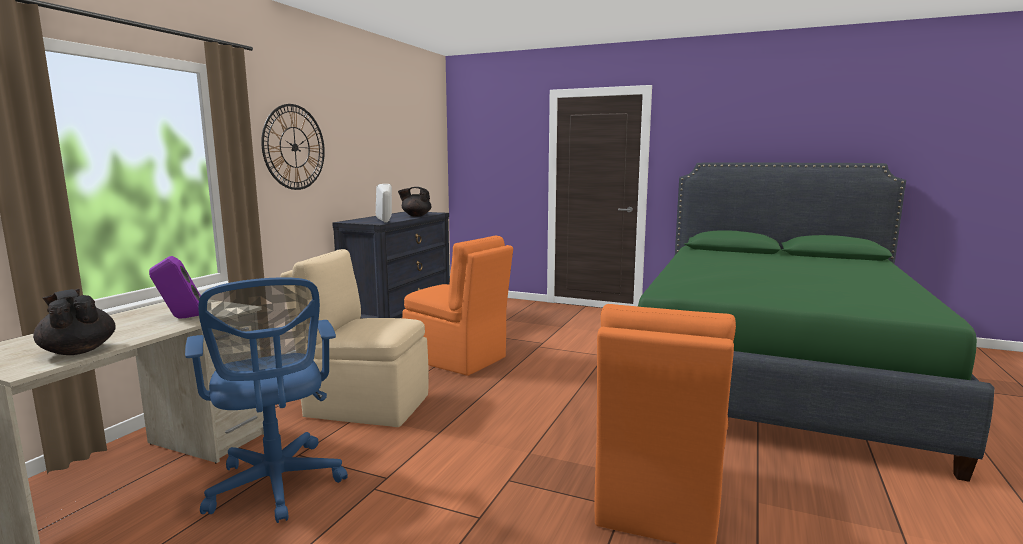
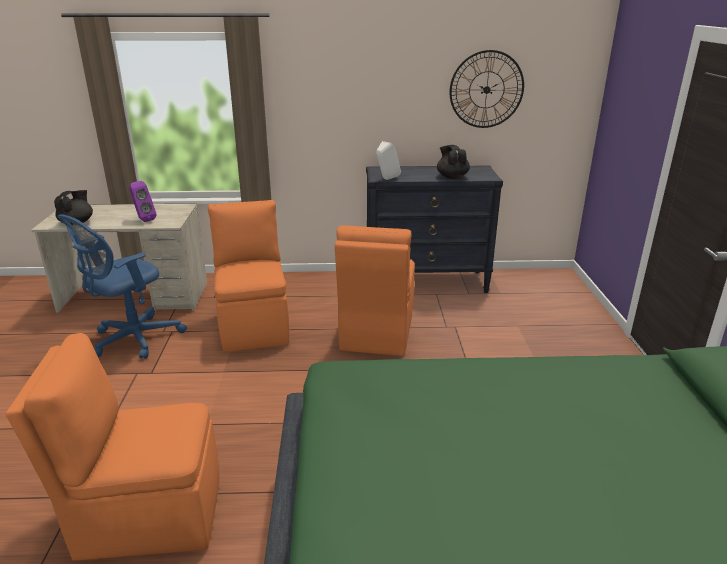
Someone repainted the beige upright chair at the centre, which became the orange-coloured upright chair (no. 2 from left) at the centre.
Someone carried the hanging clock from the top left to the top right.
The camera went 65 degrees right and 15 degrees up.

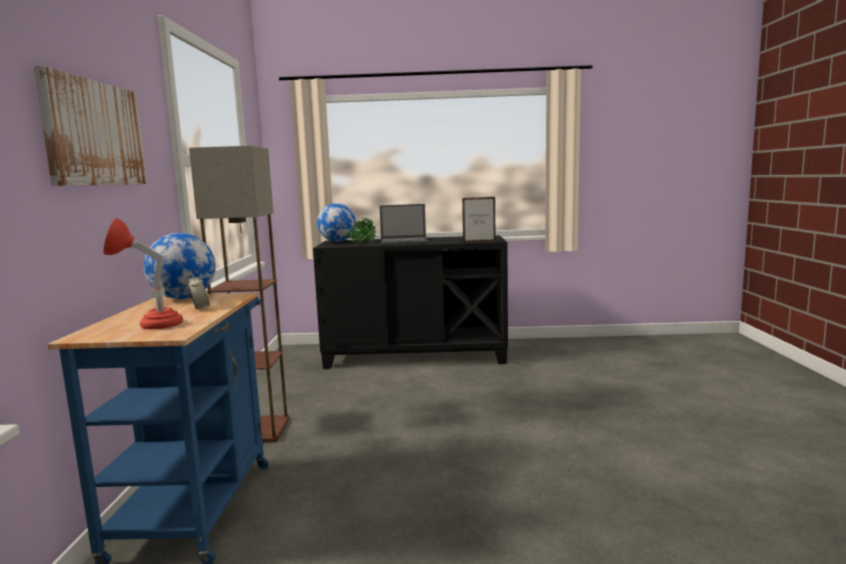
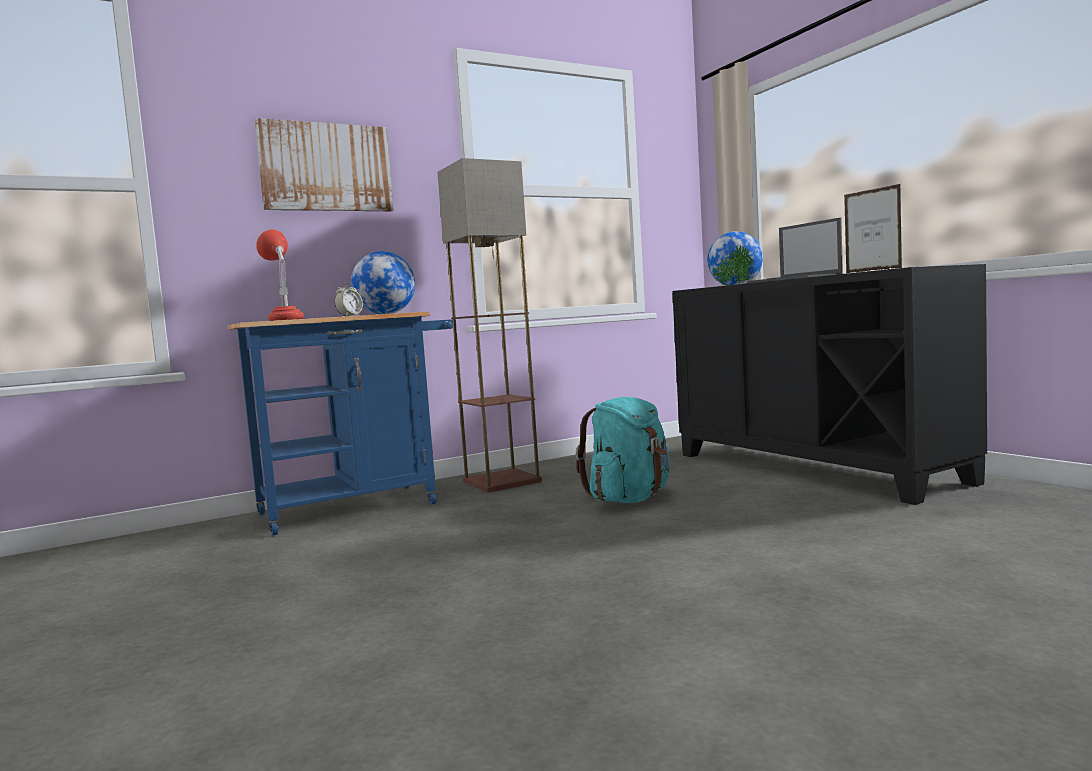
Someone put down the turquoise knapsack at the centre.
The camera went 60 degrees right and 5 degrees down.

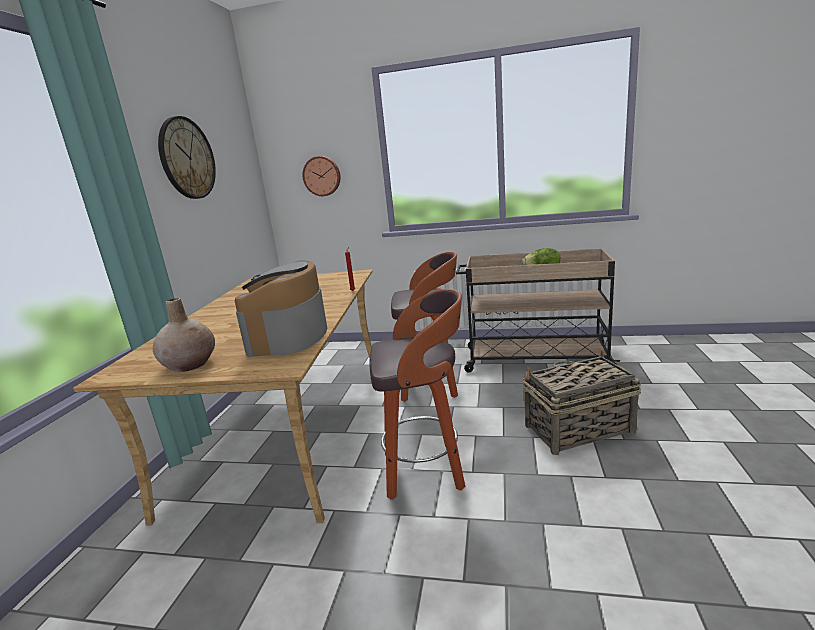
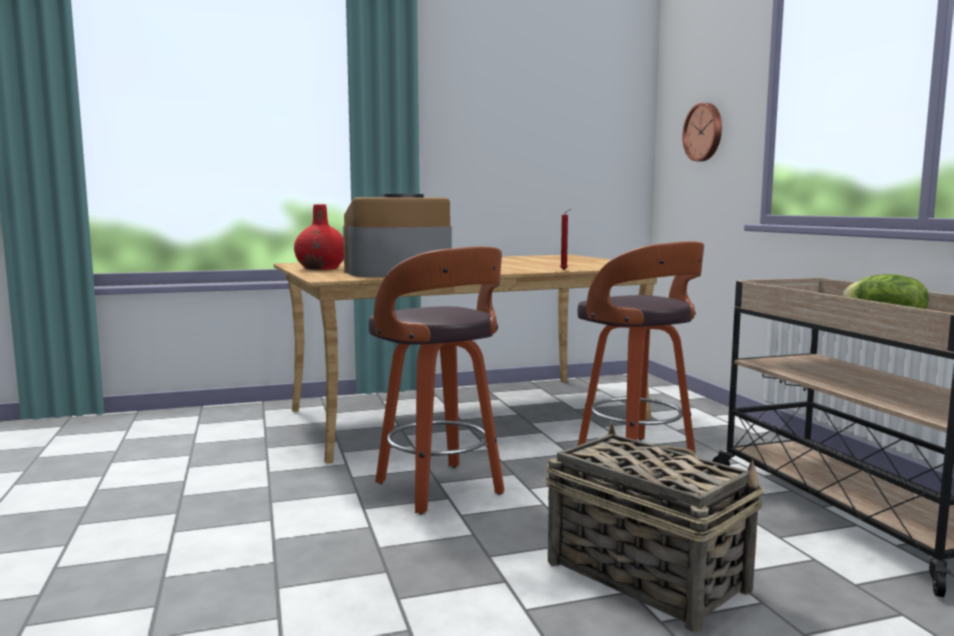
Someone repainted the beige flower vase at the middle left, which became the red flower vase at the centre.
Someone took away the hanging clock (no. 1 from left) at the top left.
The camera went 60 degrees right and 10 degrees down.

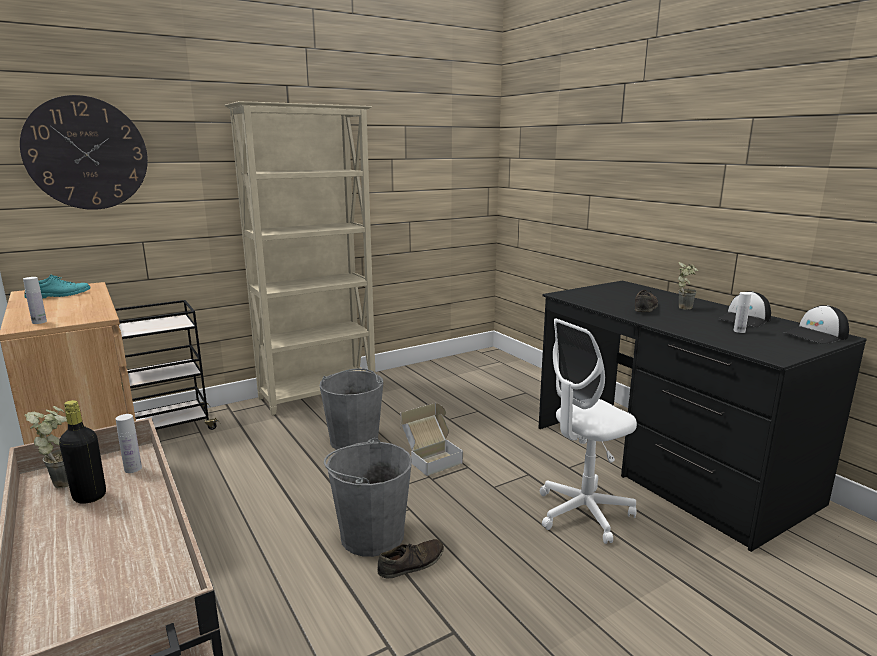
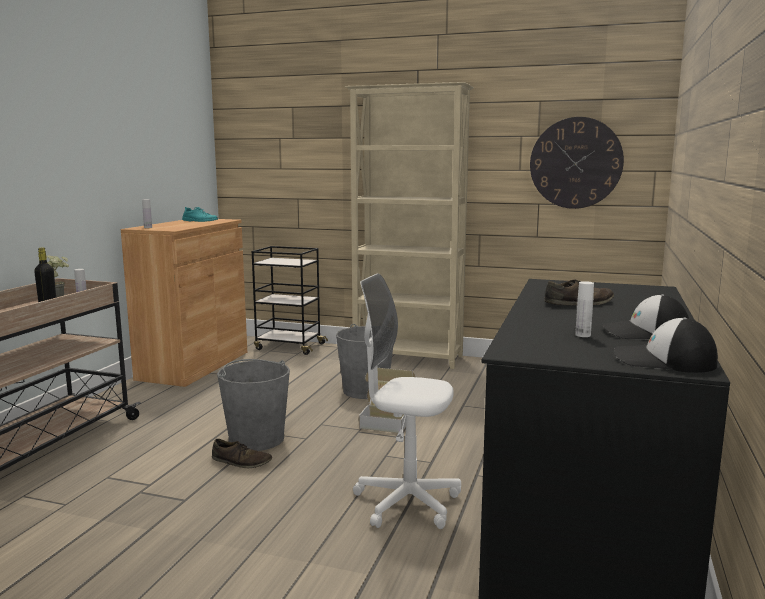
Someone carried the hanging clock from the top left to the top right.
Someone took away the plant in a pot (no. 2 from left) at the middle right.
The camera went 50 degrees right and 5 degrees down.

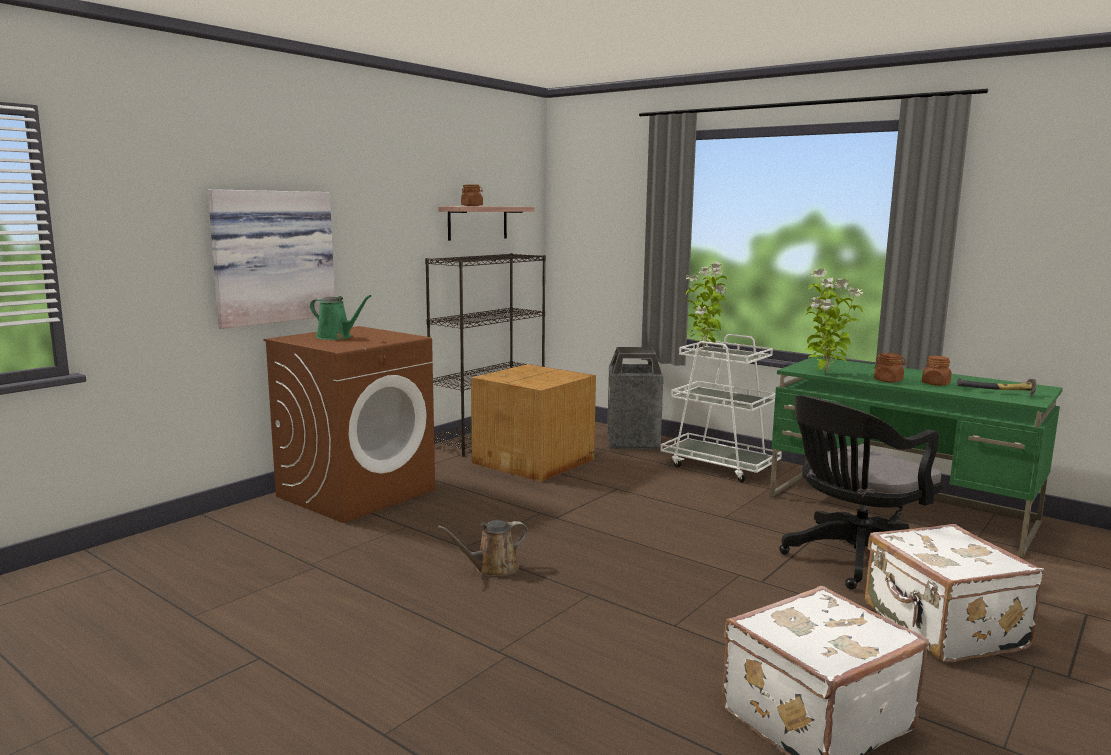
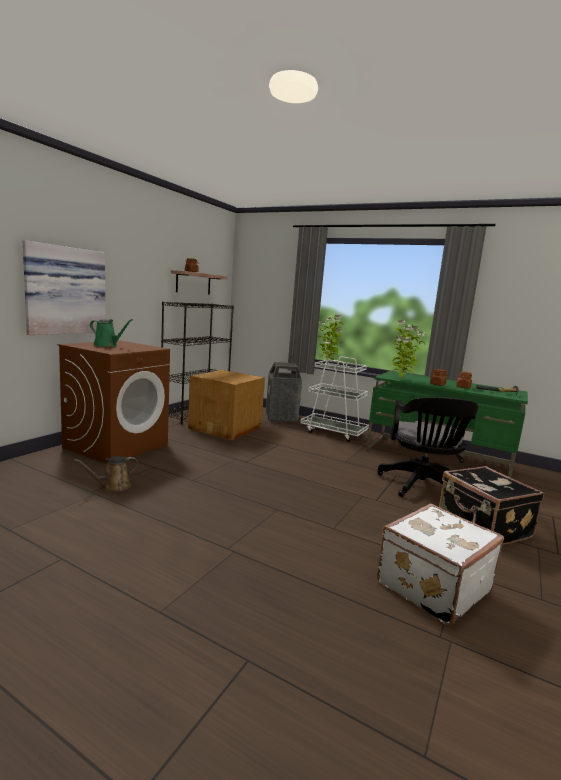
Someone carried the brownish sprinkling can from the bottom centre to the middle left.
Someone rotated the black-coloured computer chair at the middle right by 45 degrees counterclockwise.
Someone repainted the whitish piece of luggage (no. 2 from left) at the bottom right, which became the black-coloured piece of luggage at the middle right.
The camera went 10 degrees left and 0 degrees up.

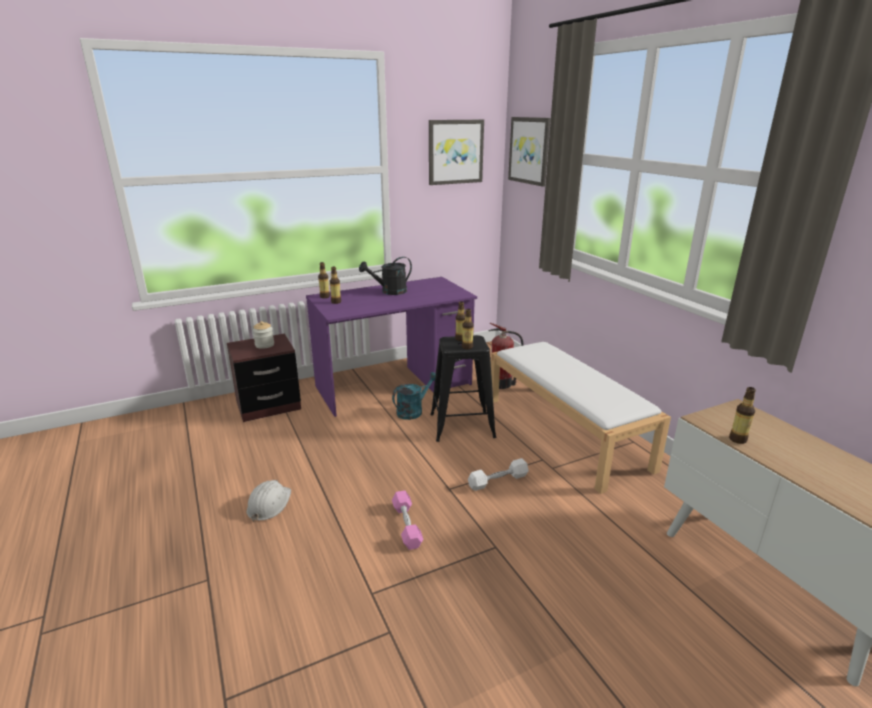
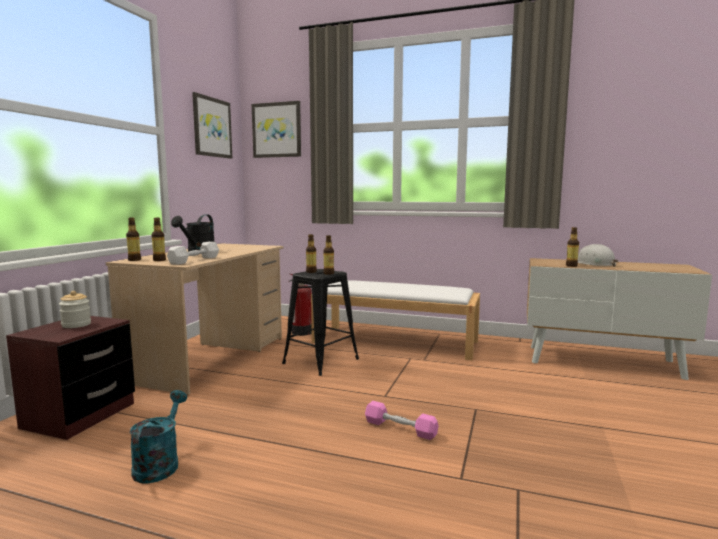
Someone repainted the purple-coloured desk table at the centre, which became the beige desk table at the middle left.
Someone carried the turquoise sprinkling can from the centre to the bottom left.
Someone carried the whitish hand weight from the bottom centre to the middle left.
Someone carried the whitish hard hat from the bottom left to the middle right.
The camera went 45 degrees left and 15 degrees down.

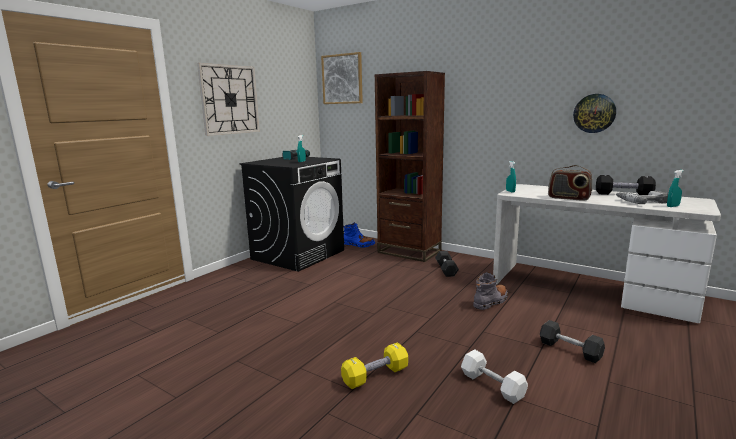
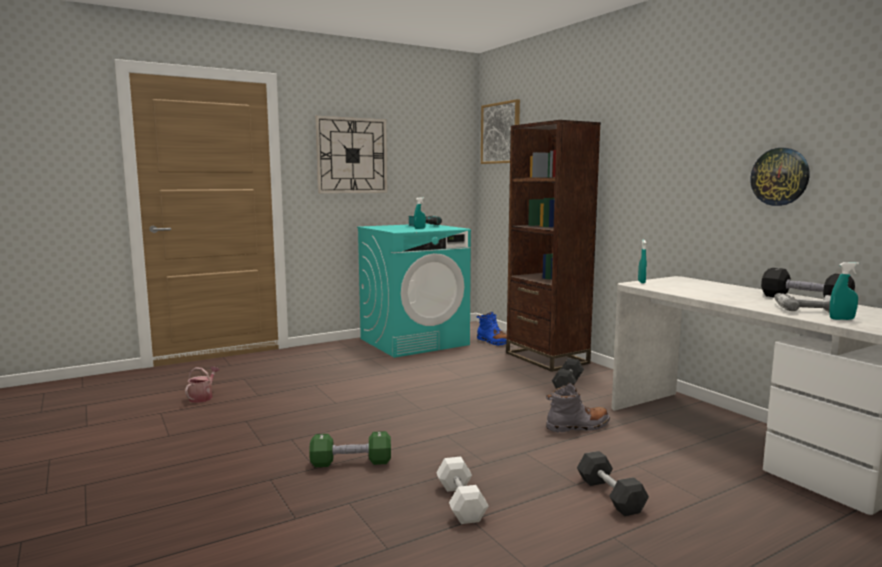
Someone put down the sprinkling can at the bottom left.
Someone repainted the yellow hand weight at the bottom centre, which became the green hand weight at the bottom centre.
Someone repainted the black-coloured laundry machine at the centre, which became the turquoise laundry machine at the centre.
Someone took away the radio at the middle right.
The camera went 25 degrees right and 5 degrees down.

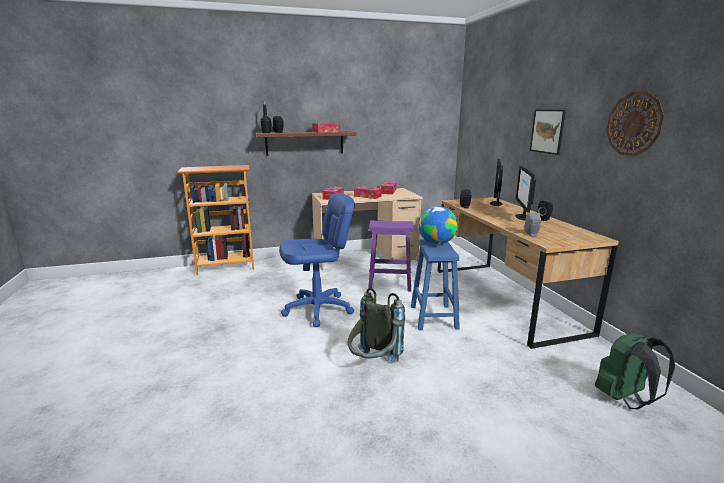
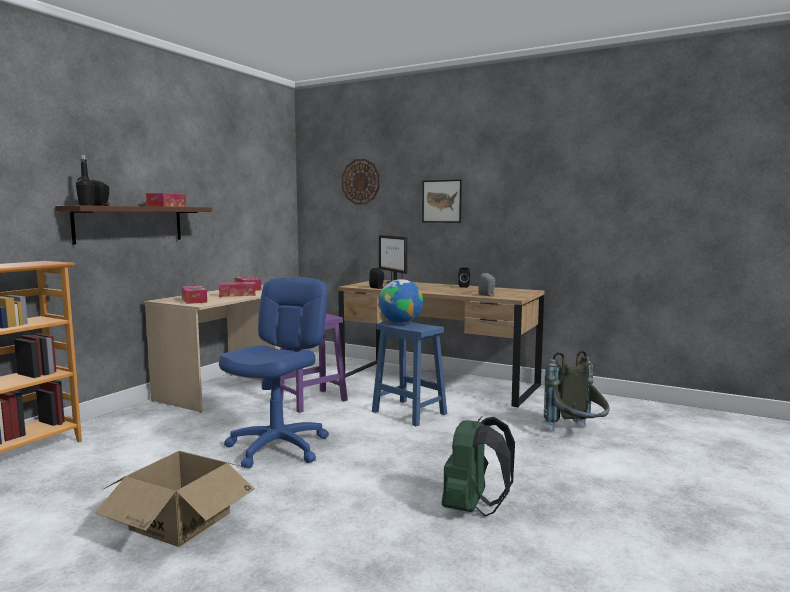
Someone put down the carton at the bottom left.
Someone carried the hanging clock from the top right to the top centre.
Someone carried the green knapsack from the bottom right to the bottom centre.
Someone carried the greyish knapsack from the bottom centre to the middle right.
Someone took away the computer display (no. 2 from left) at the middle right.
The camera went 45 degrees left and 10 degrees down.

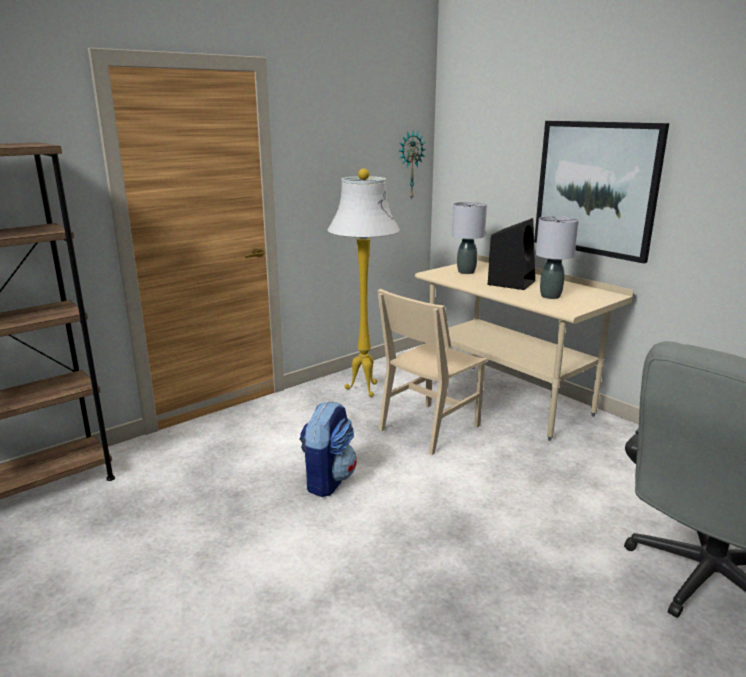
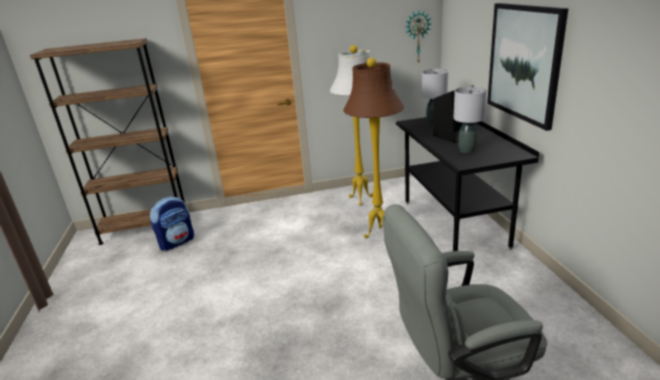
Someone carried the knapsack from the centre to the middle left.
Someone swapped the beige upright chair at the centre for the brownish floor lamp at the centre.
Someone repainted the beige desk table at the middle right, which became the black-coloured desk table at the middle right.
The camera went 30 degrees right and 5 degrees up.

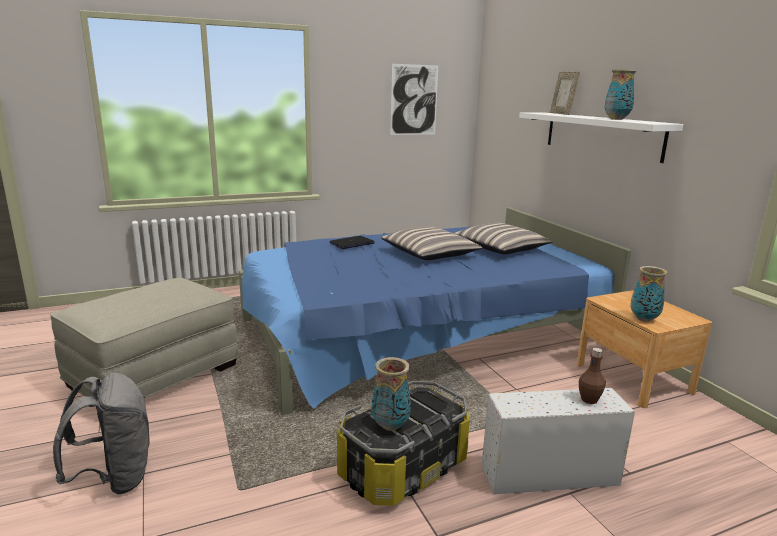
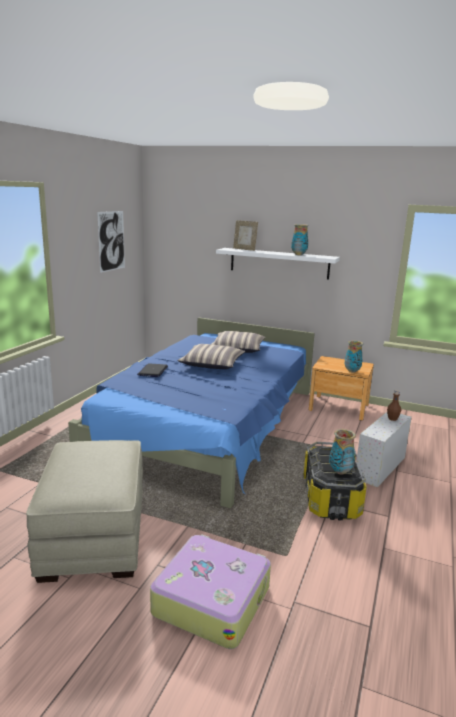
Someone swapped the greyish knapsack at the bottom left for the piece of luggage at the bottom centre.
The camera went 45 degrees left and 0 degrees up.

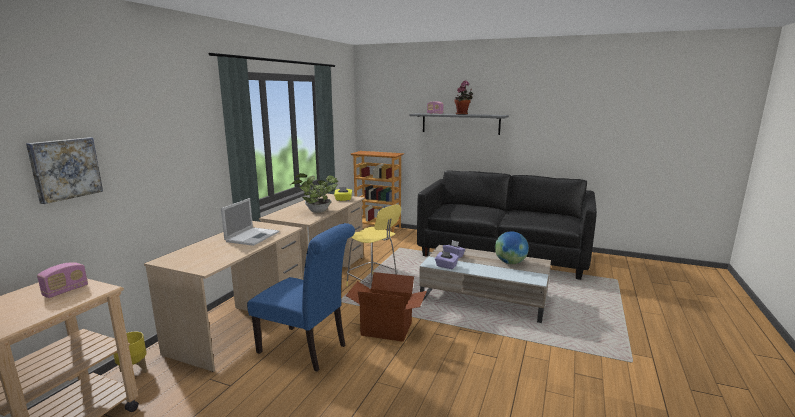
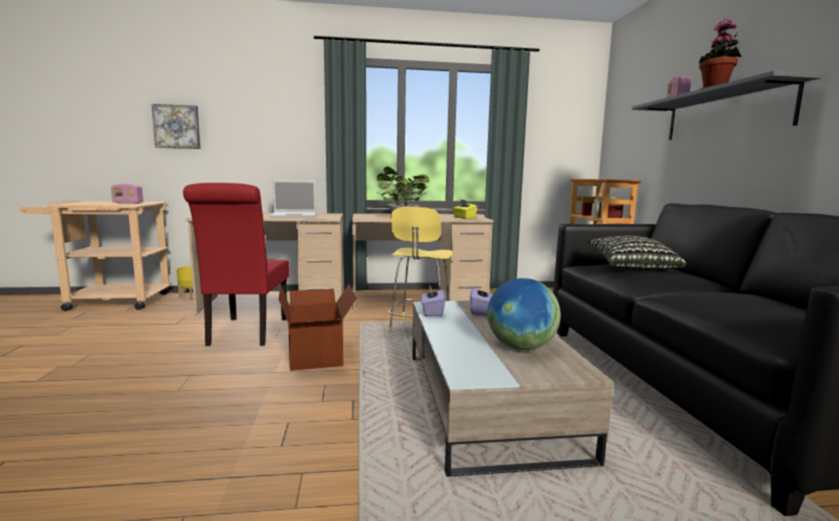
Someone repainted the blue-coloured upright chair at the bottom centre, which became the red upright chair at the middle left.
Someone put down the cushion at the middle right.
The camera went 60 degrees right and 5 degrees down.

